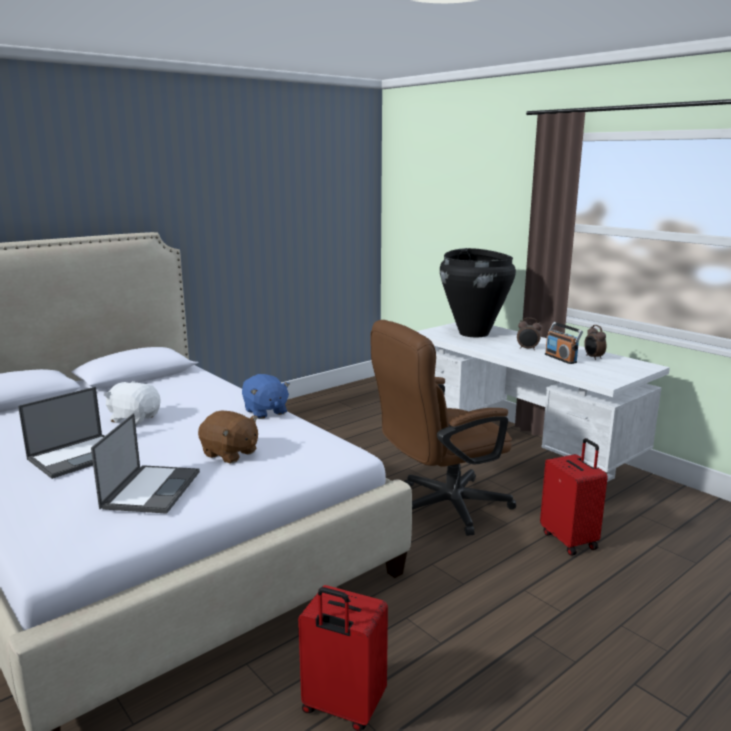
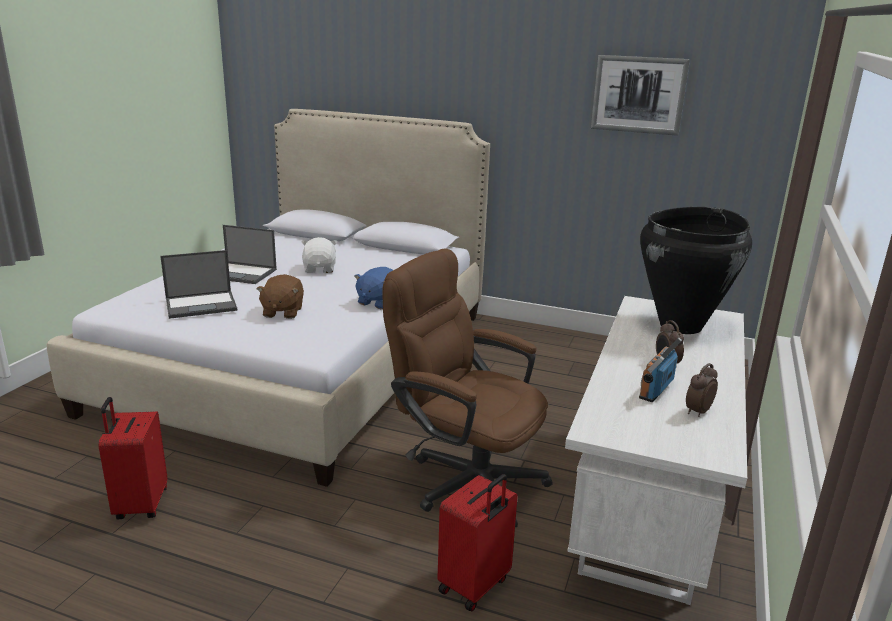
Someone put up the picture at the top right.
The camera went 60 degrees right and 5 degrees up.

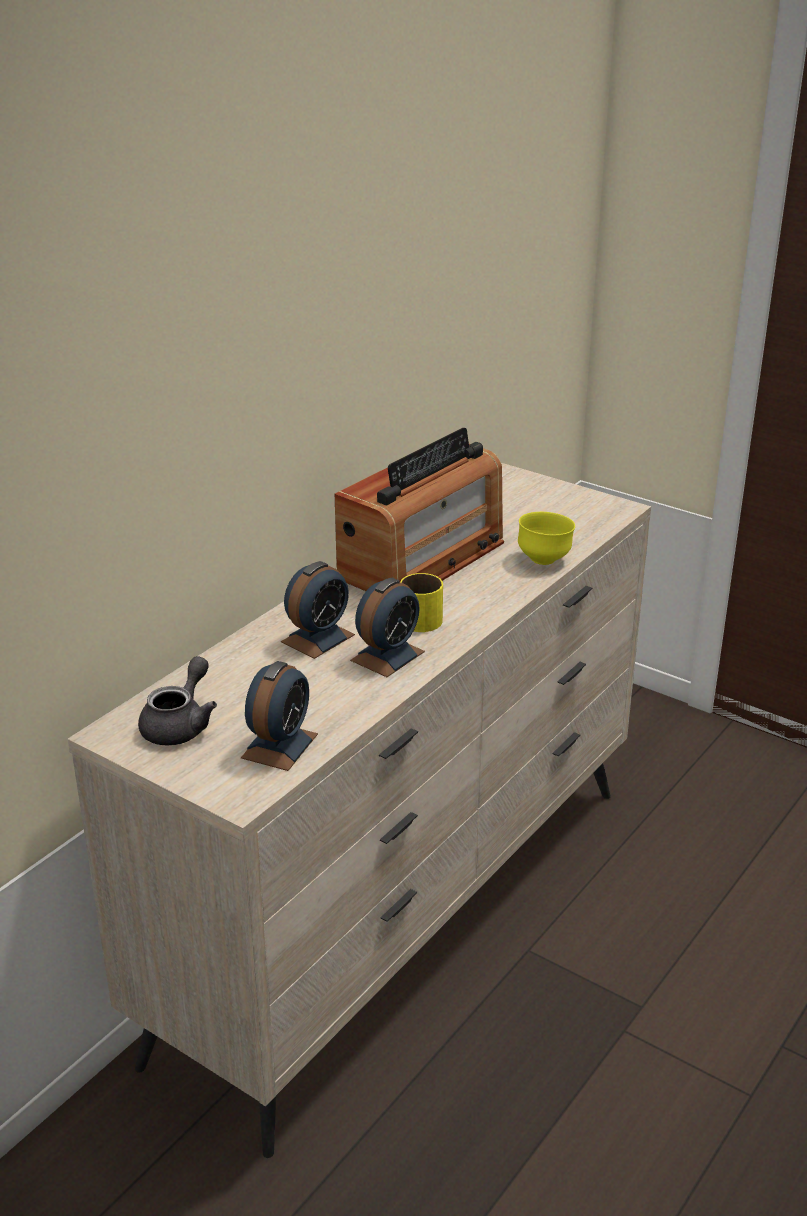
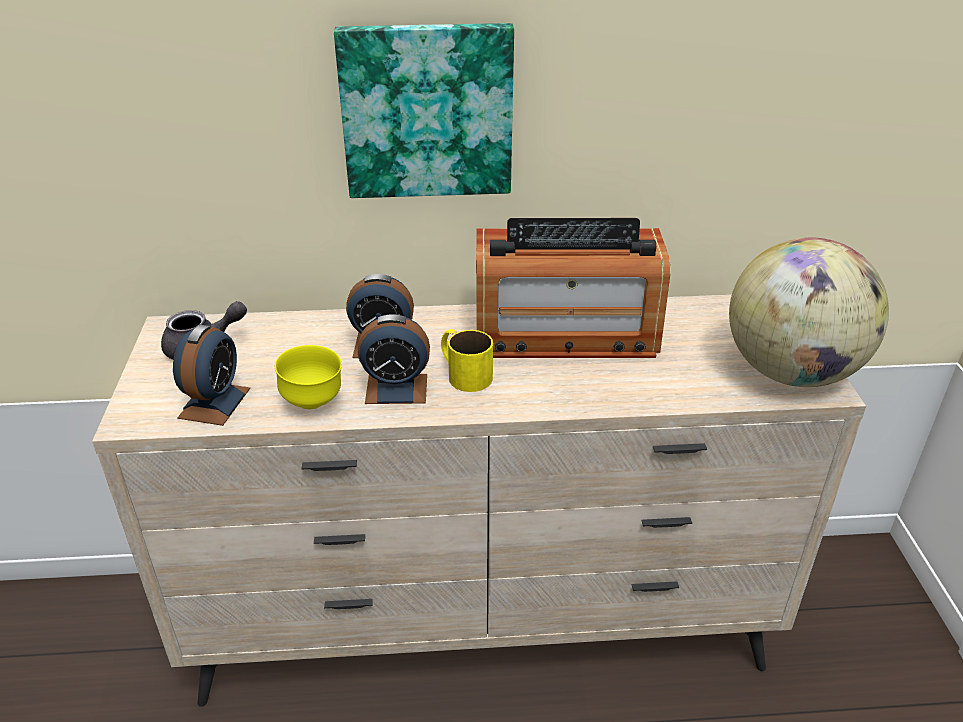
Someone rotated the table clock (no. 1 from left) at the centre by 60 degrees counterclockwise.
Someone carried the yellow serving bowl from the middle right to the middle left.
Someone put up the picture at the top centre.
Someone put down the globe at the middle right.
The camera went 50 degrees right and 5 degrees up.

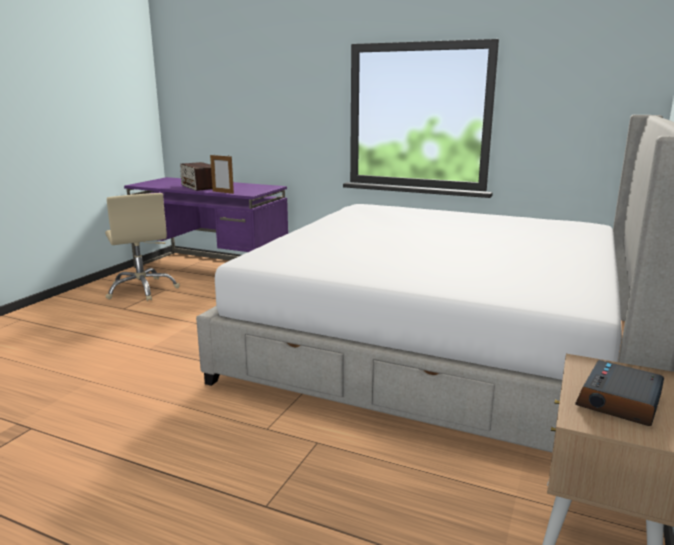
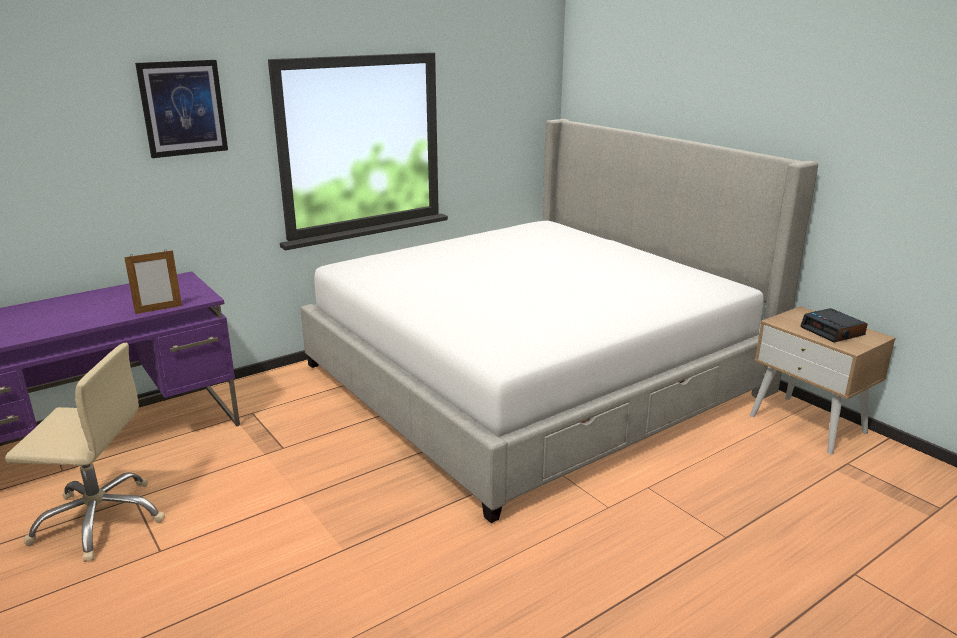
Someone put up the picture at the top left.
Someone took away the radio at the top left.
The camera went 60 degrees left and 5 degrees up.

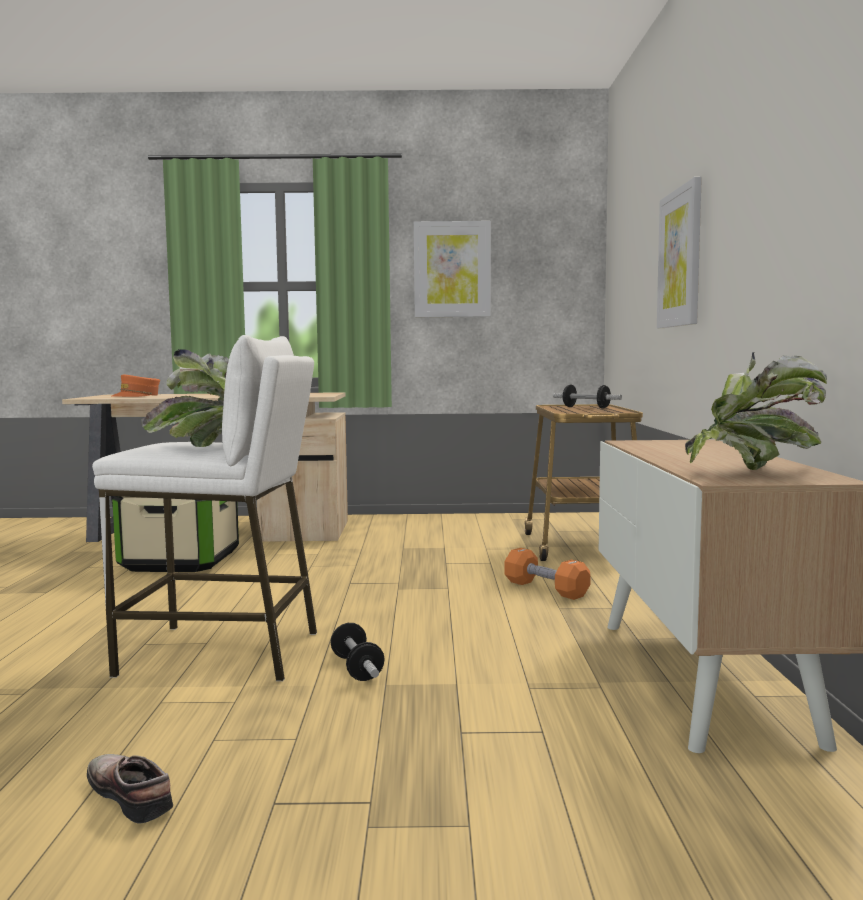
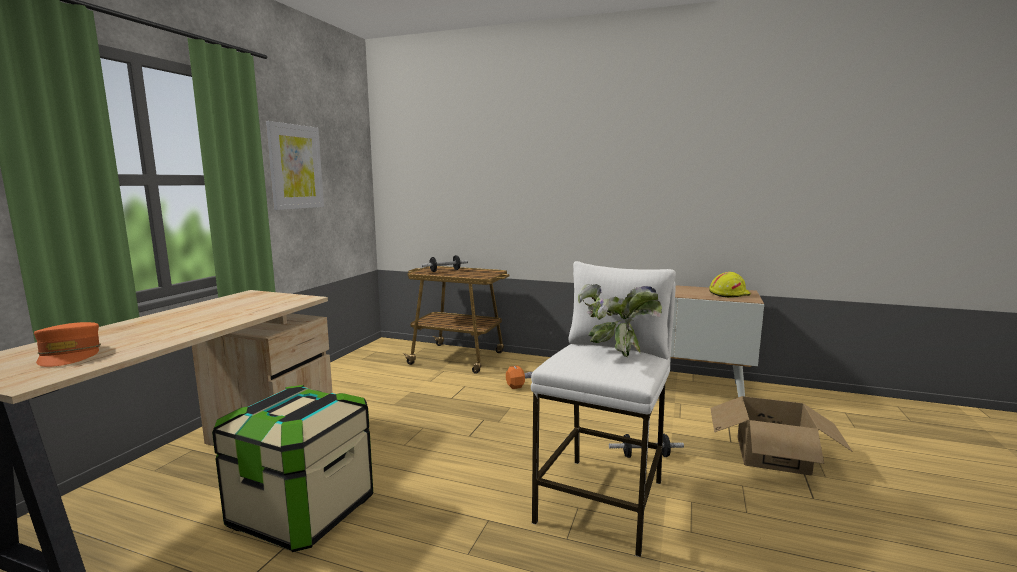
Someone swapped the plant in a pot (no. 2 from left) at the middle right for the yellow hard hat at the middle right.
Someone put down the carton at the bottom right.
Someone took away the low shoe at the bottom left.
Someone took away the picture (no. 2 from left) at the top right.
The camera went 70 degrees left and 5 degrees up.

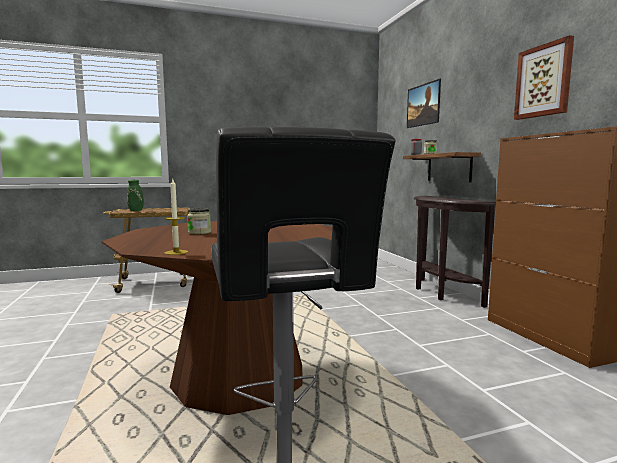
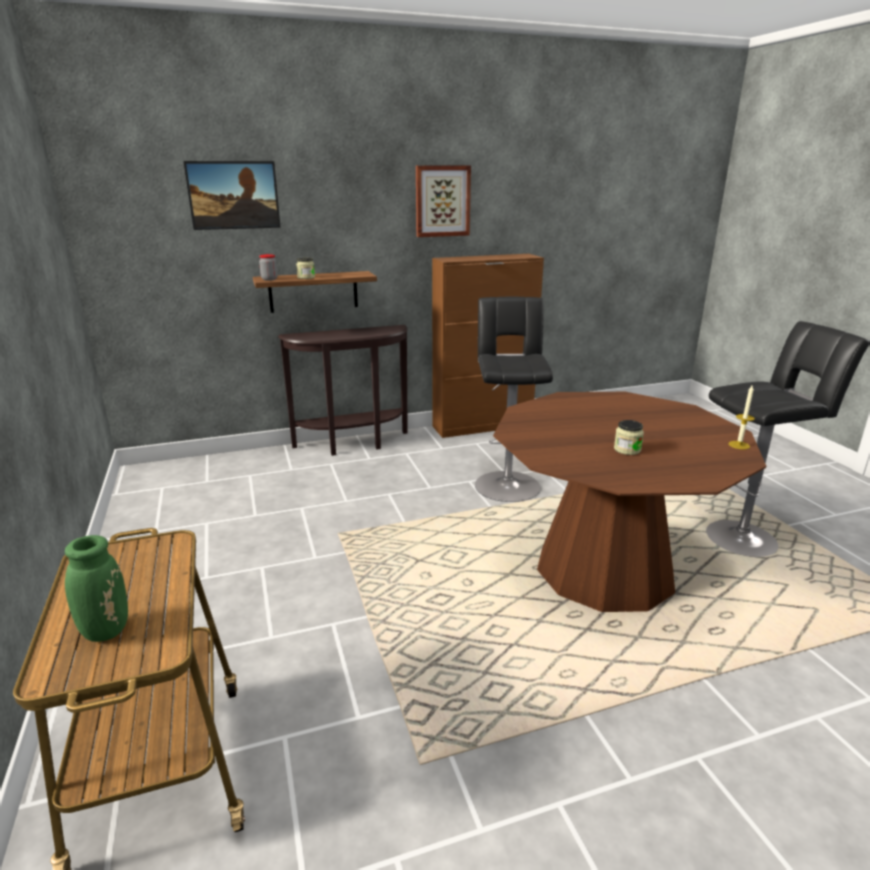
Someone put down the black-coloured sitting stool (no. 1 from left) at the centre.
The camera went 90 degrees left and 15 degrees up.

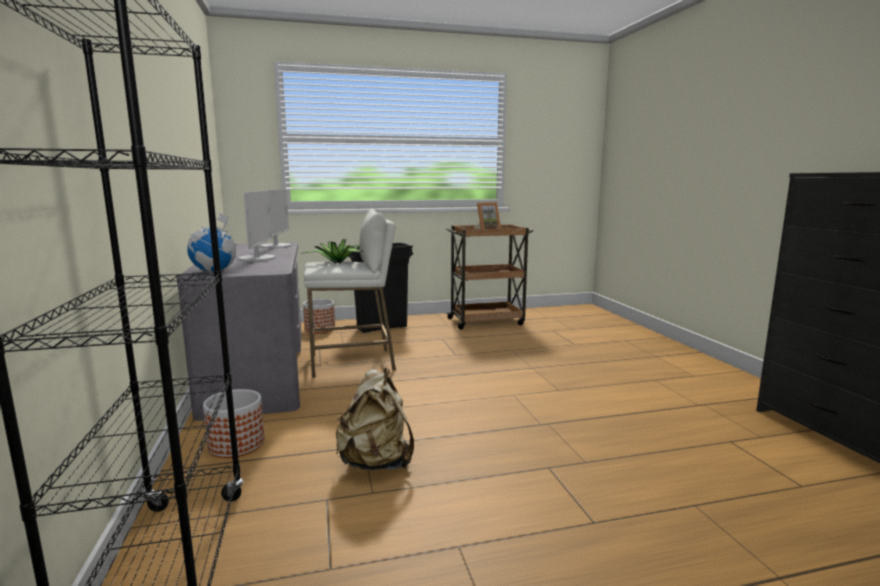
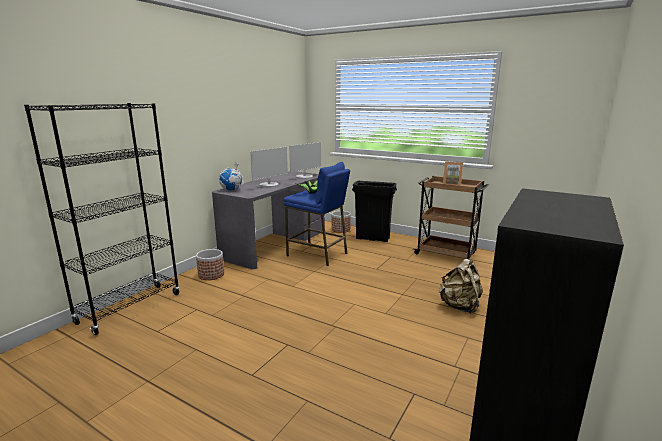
Someone repainted the whitish sitting stool at the centre, which became the blue-coloured sitting stool at the centre.
Someone carried the beige knapsack from the bottom centre to the middle right.
The camera went 45 degrees right and 5 degrees up.

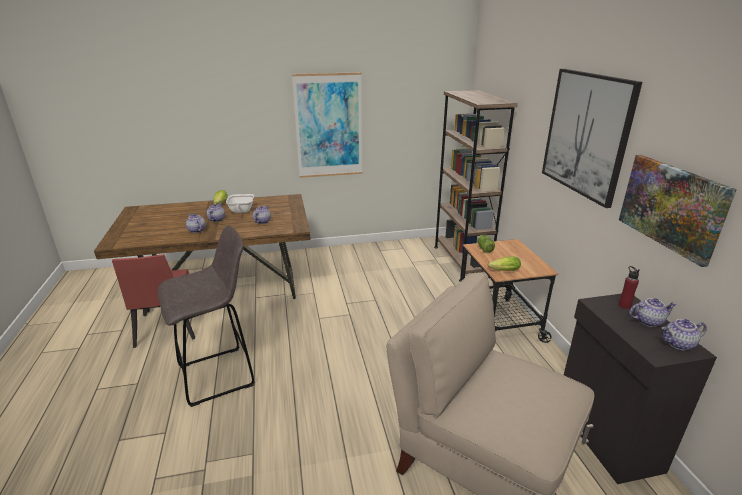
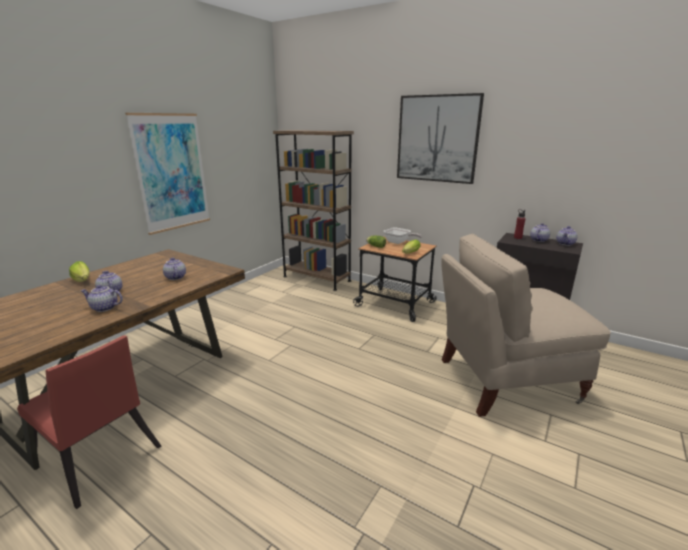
Someone carried the pan from the middle left to the centre.
Someone took away the greyish sitting stool at the middle left.
Someone took away the picture (no. 3 from left) at the middle right.
The camera went 45 degrees left and 5 degrees down.

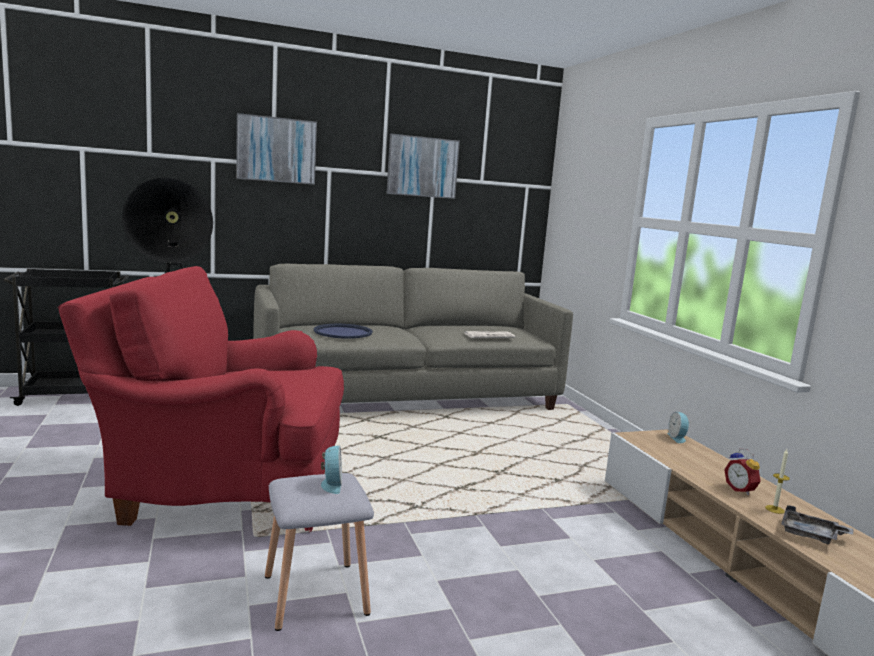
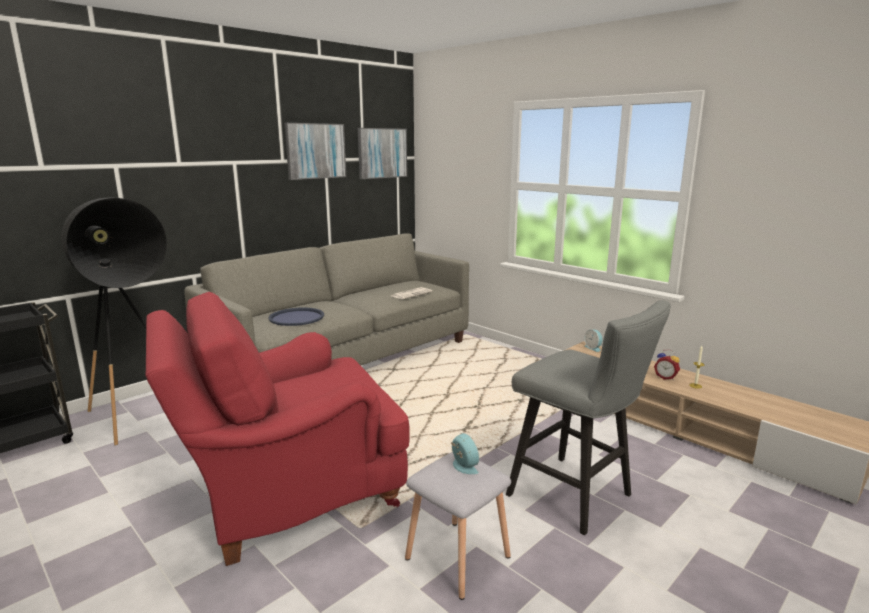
Someone carried the picture (no. 1 from left in the first image) from the top left to the top centre.
Someone put down the greyish sitting stool (no. 2 from left) at the bottom right.
Someone took away the greyish carrying tray at the bottom right.
The camera went 25 degrees left and 5 degrees up.

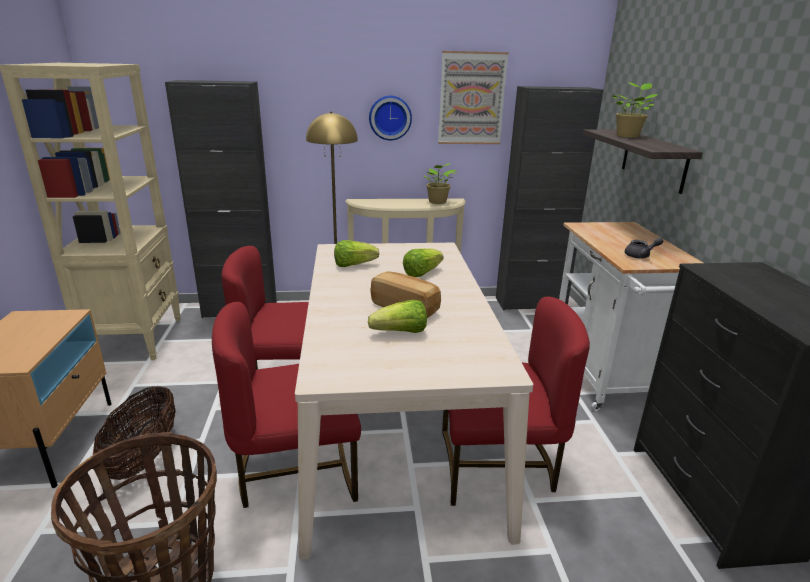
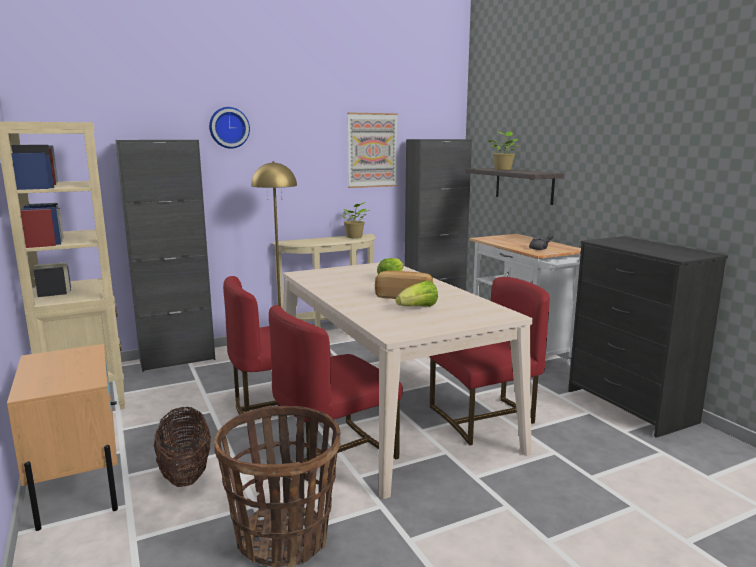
Someone carried the hanging clock from the top centre to the top left.
Someone took away the lettuce (no. 1 from left) at the centre.
The camera went 20 degrees left and 10 degrees down.

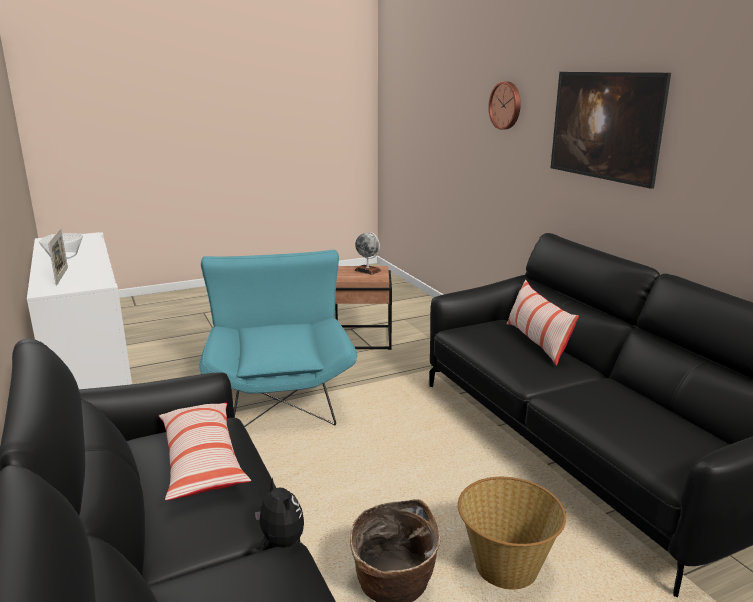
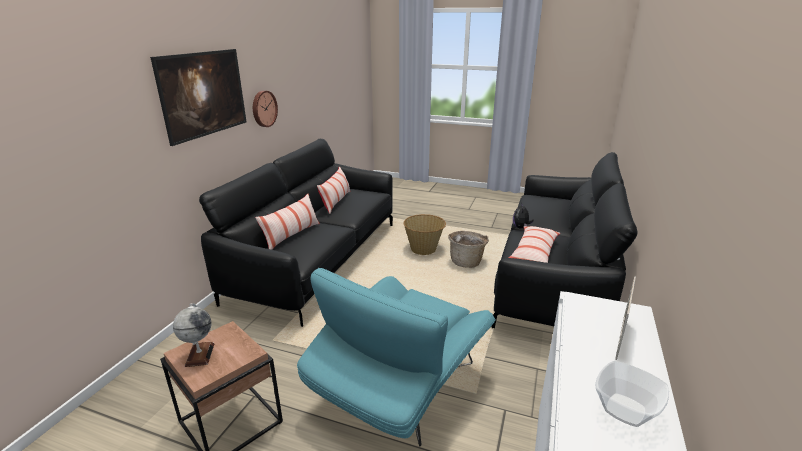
Someone carried the hanging clock from the top right to the top left.
Someone put down the cushion (no. 2 from left) at the centre.
The camera went 135 degrees left and 5 degrees up.

